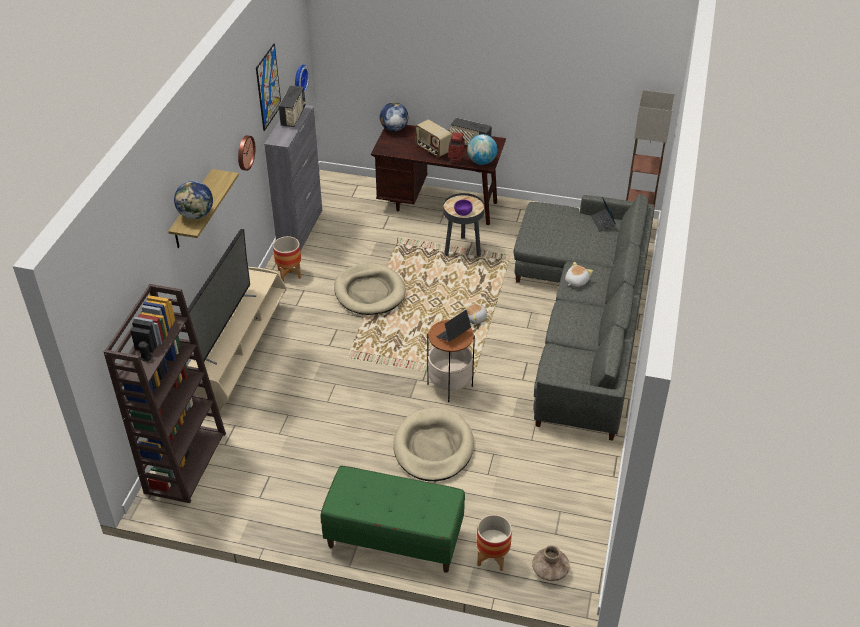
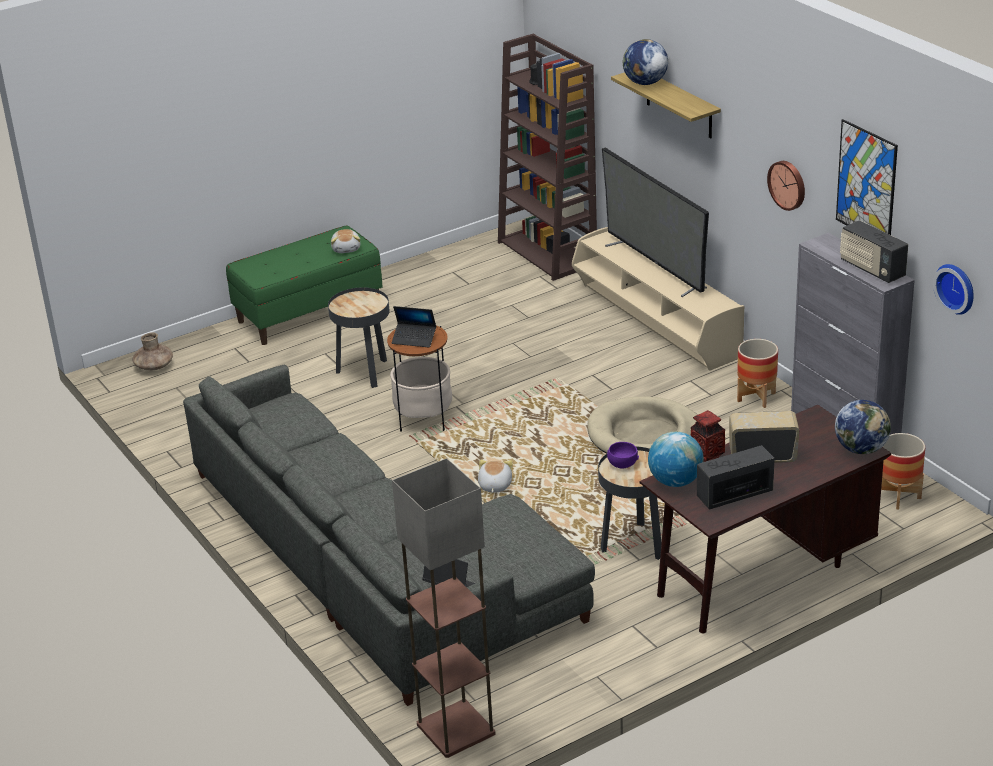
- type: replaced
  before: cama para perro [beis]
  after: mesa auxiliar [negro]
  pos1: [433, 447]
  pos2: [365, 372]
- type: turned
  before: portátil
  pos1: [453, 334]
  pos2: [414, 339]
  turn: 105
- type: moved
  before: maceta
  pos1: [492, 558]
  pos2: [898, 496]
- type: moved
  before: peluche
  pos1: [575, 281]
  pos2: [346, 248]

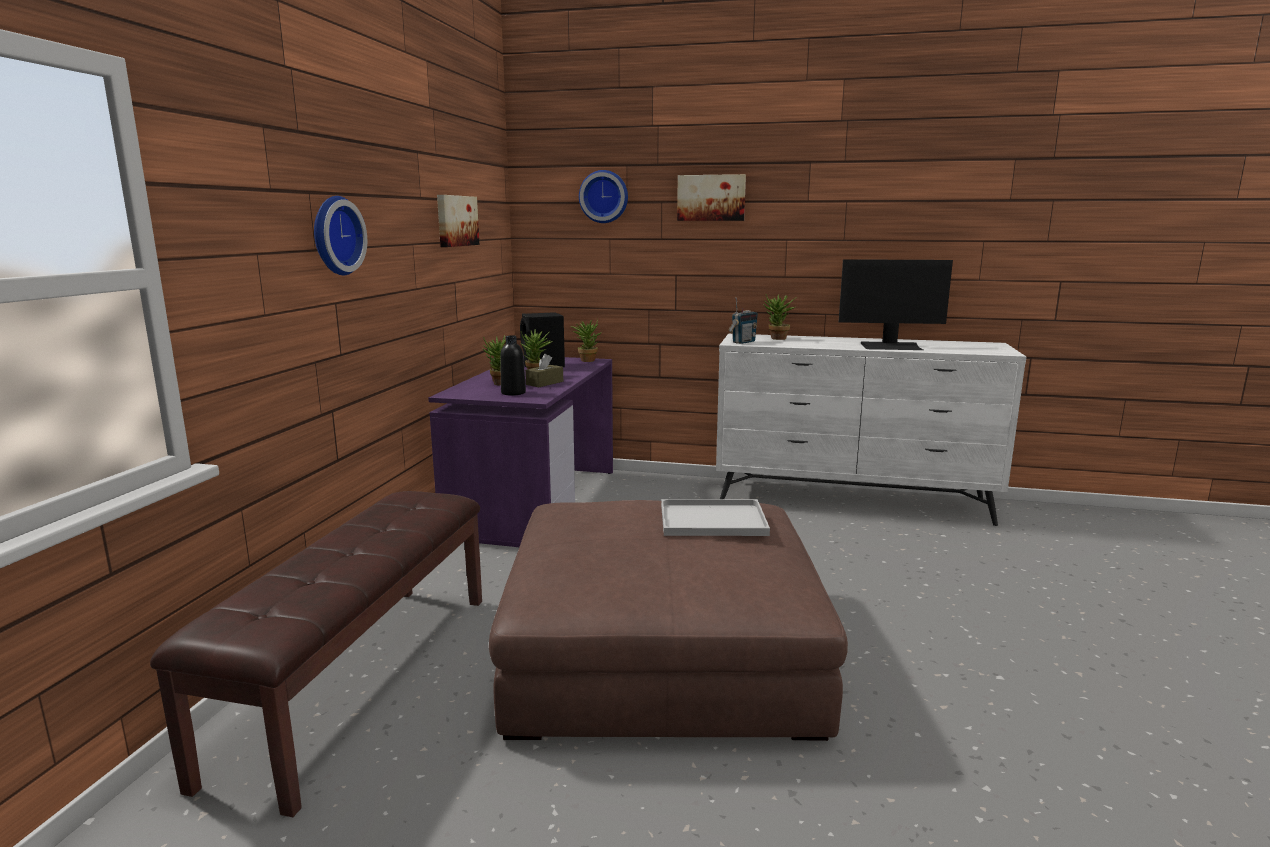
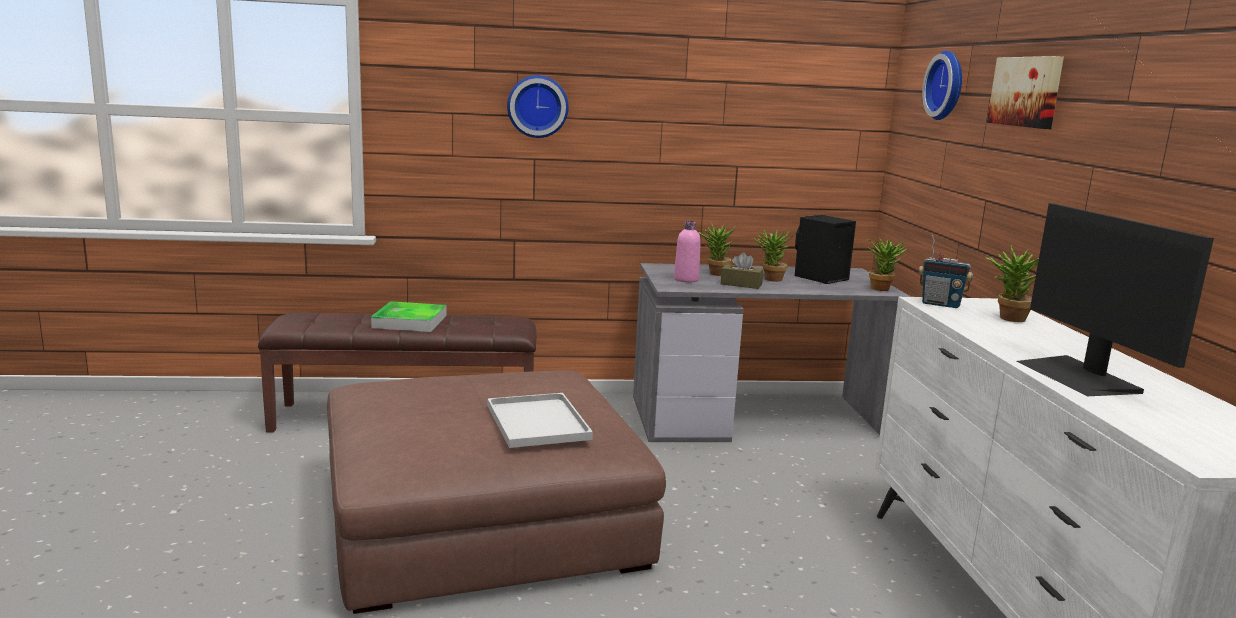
- type: recoloured
  before: escritorio [morado]
  after: escritorio [gris]
  pos1: [535, 501]
  pos2: [756, 417]
- type: removed
  before: cuadro
  pos1: [456, 221]
- type: recoloured
  before: botella [negro]
  after: botella [rosa]
  pos1: [513, 393]
  pos2: [686, 279]
- type: added
  after: bandeja
  pos2: [410, 321]

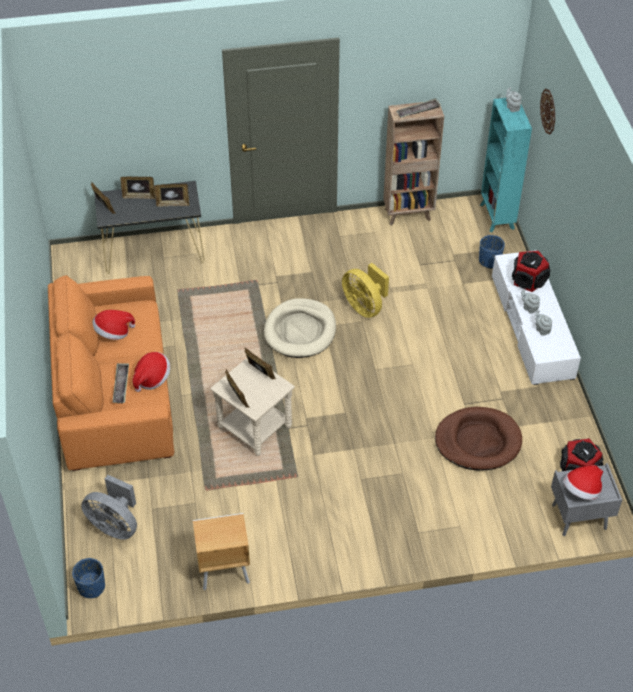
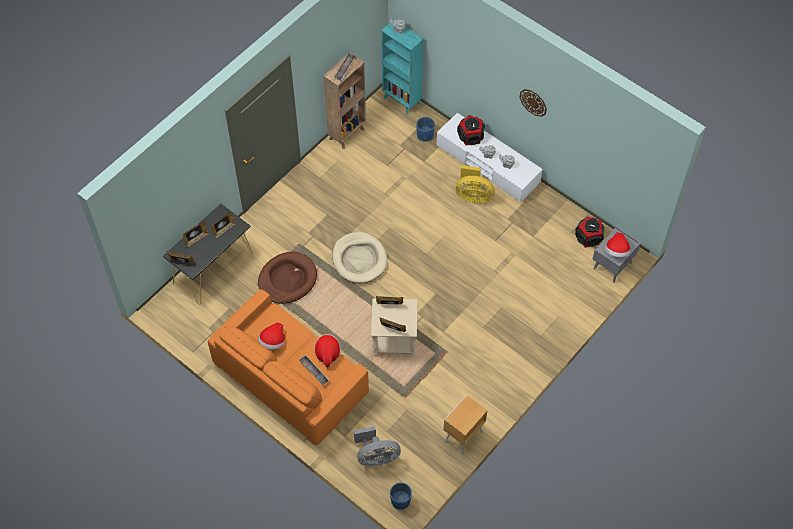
- type: moved
  before: ventilador [amarillo]
  pos1: [365, 306]
  pos2: [473, 196]
- type: moved
  before: cama para perro [marrón]
  pos1: [478, 441]
  pos2: [287, 279]
- type: moved
  before: reloj de pared
  pos1: [548, 111]
  pos2: [533, 102]

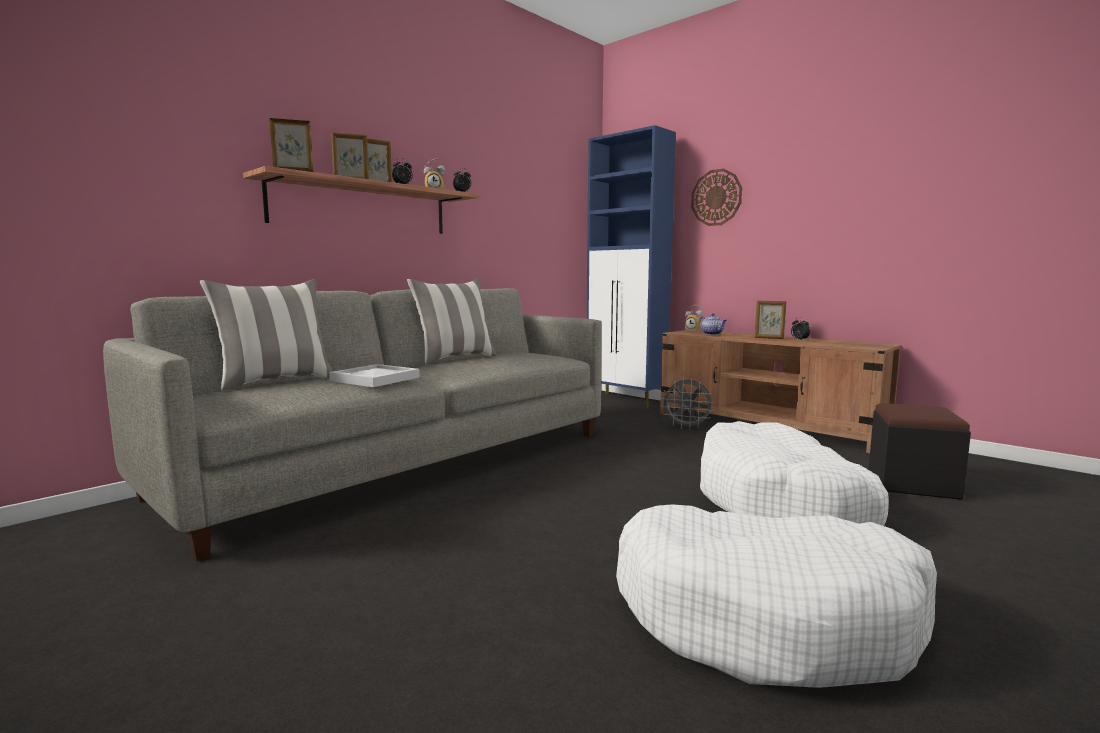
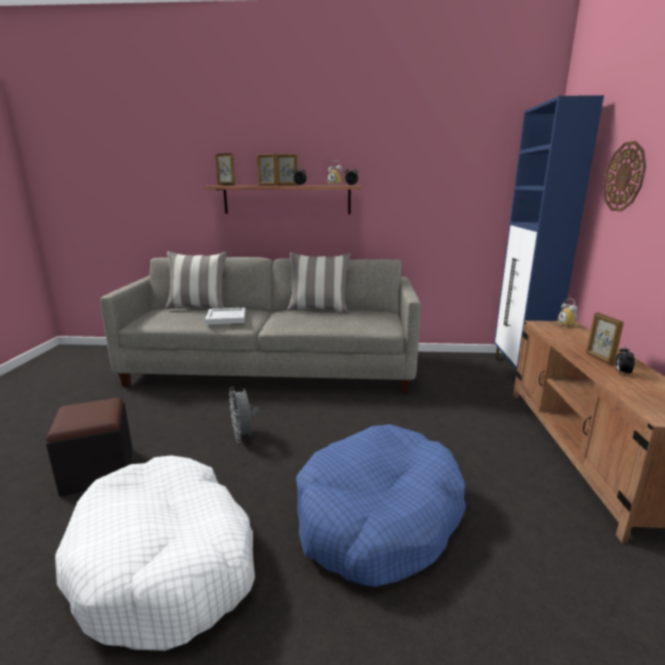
- type: moved
  before: ventilador [gris]
  pos1: [686, 427]
  pos2: [244, 437]
- type: removed
  before: tetera
  pos1: [712, 334]
- type: recoloured
  before: cama para perro [blanco]
  after: cama para perro [azul]
  pos1: [782, 503]
  pos2: [378, 517]
- type: moved
  before: puf [negro]
  pos1: [912, 483]
  pos2: [98, 471]

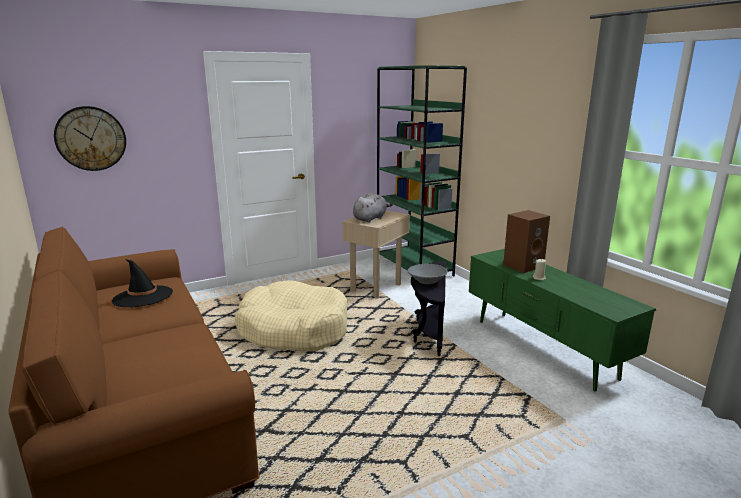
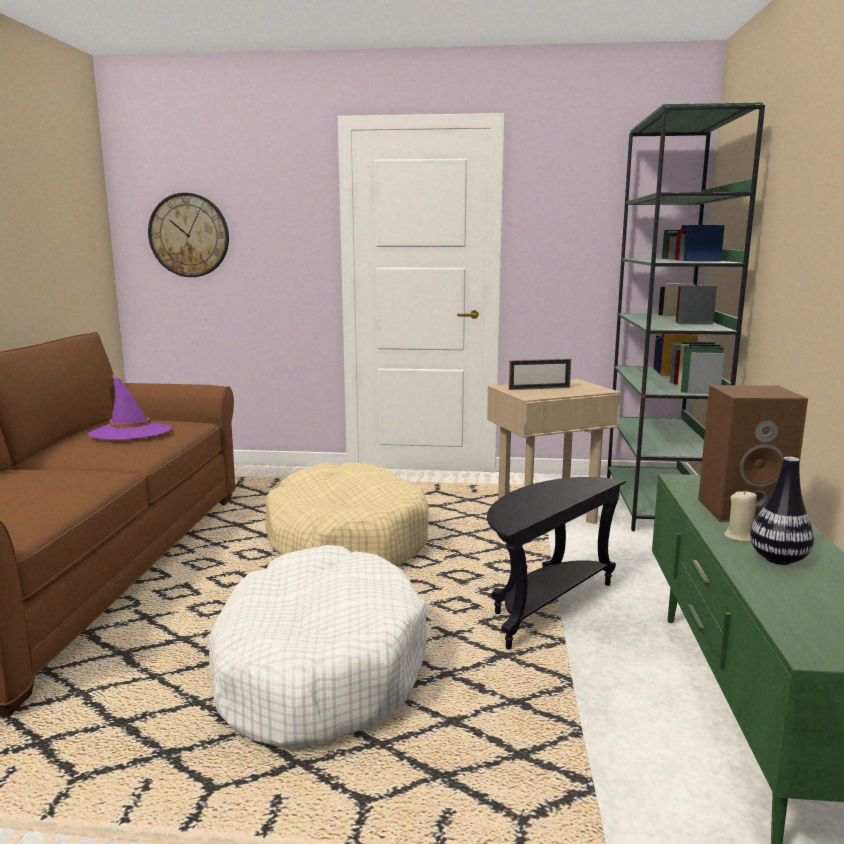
- type: recoloured
  before: sombrero [negro]
  after: sombrero [morado]
  pos1: [143, 297]
  pos2: [130, 432]
- type: replaced
  before: peluche [gris]
  after: portarretratos
  pos1: [370, 218]
  pos2: [539, 388]
- type: removed
  before: cuenco [gris]
  pos1: [427, 281]
- type: added
  after: cama para perro [blanco]
  pos2: [317, 668]
- type: added
  after: florero
  pos2: [778, 559]

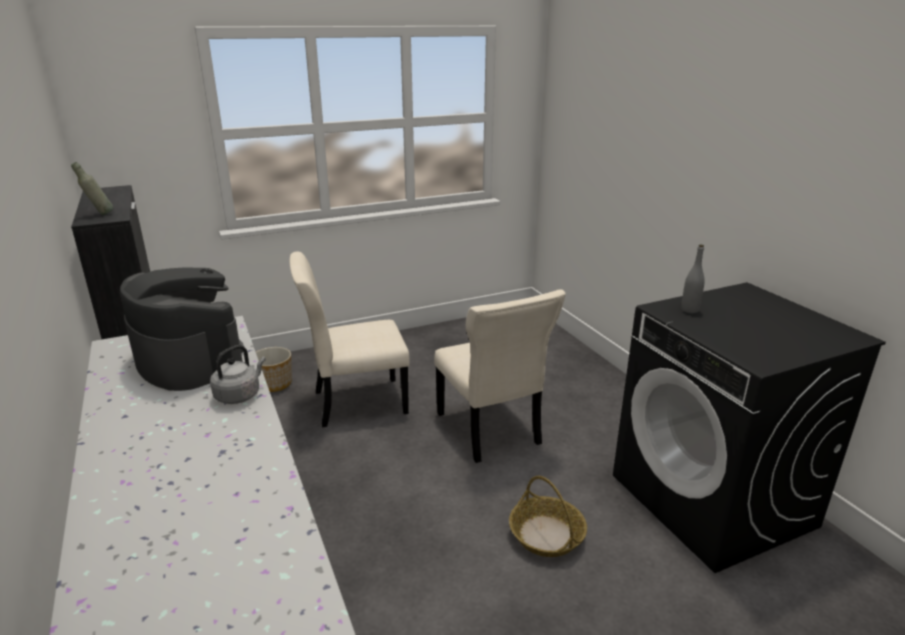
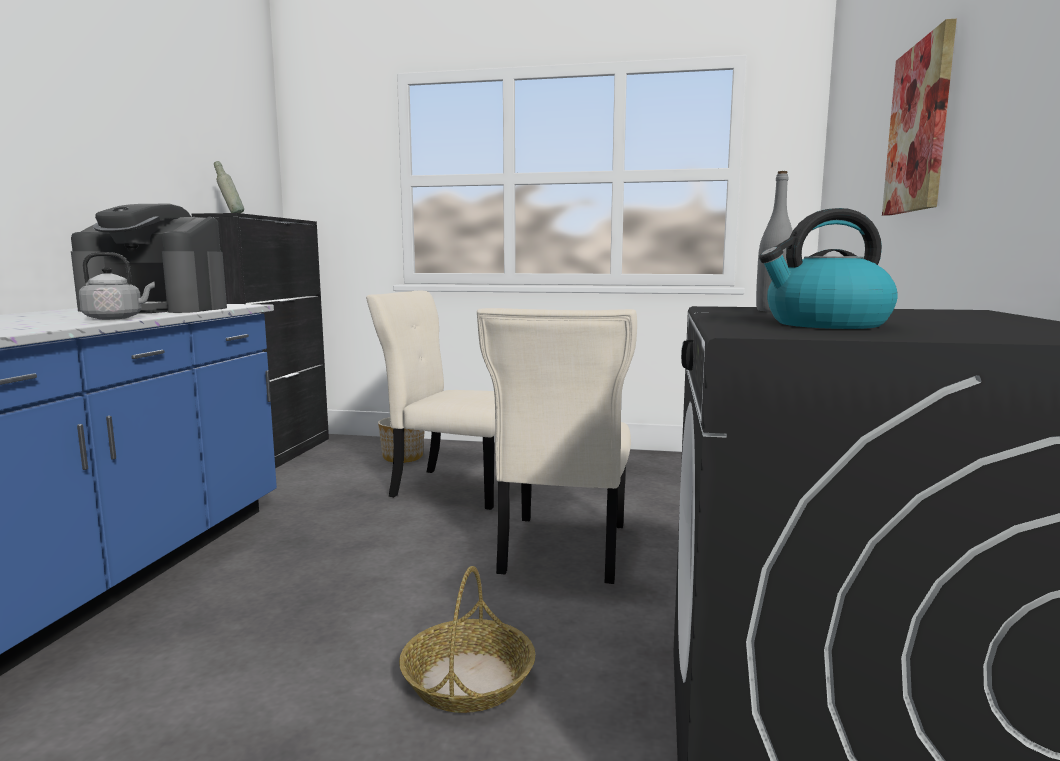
- type: turned
  before: cafetera
  pos1: [189, 359]
  pos2: [157, 309]
  turn: 105
- type: added
  after: hervidor
  pos2: [825, 324]
- type: added
  after: cuadro
  pos2: [919, 128]

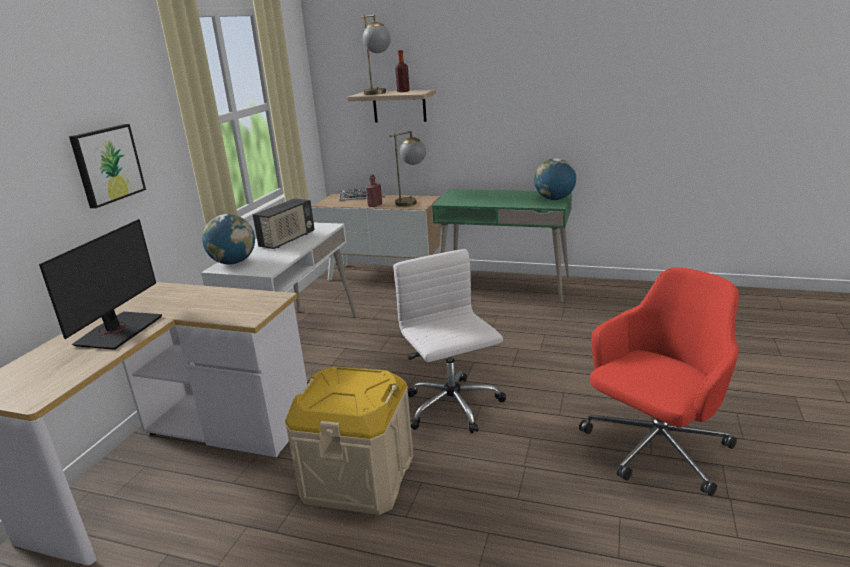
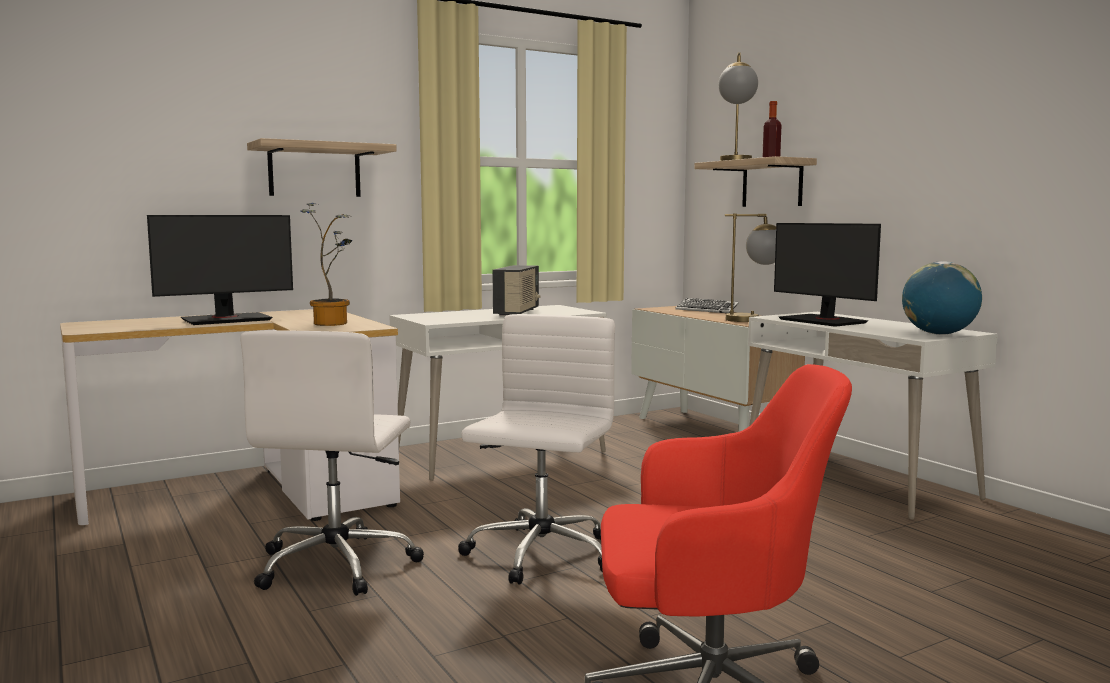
- type: replaced
  before: cuadro
  after: estante
  pos1: [107, 164]
  pos2: [314, 171]
- type: removed
  before: globo terráqueo
  pos1: [233, 262]
- type: turned
  before: radio
  pos1: [287, 240]
  pos2: [517, 312]
  turn: -60
- type: replaced
  before: caja de almacenaje [beis]
  after: silla de oficina [blanco]
  pos1: [358, 477]
  pos2: [337, 564]
- type: removed
  before: botella [rojo]
  pos1: [375, 205]
- type: recoloured
  before: escritorio [verde]
  after: escritorio [blanco]
  pos1: [504, 285]
  pos2: [856, 479]
- type: added
  after: planta en maceta
  pos2: [333, 323]
- type: added
  after: monitor
  pos2: [823, 321]

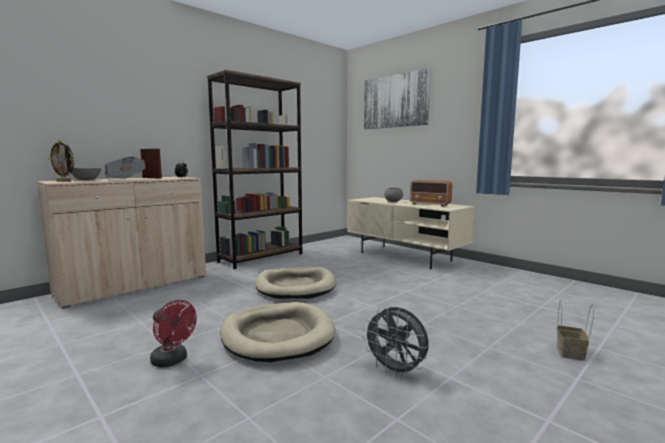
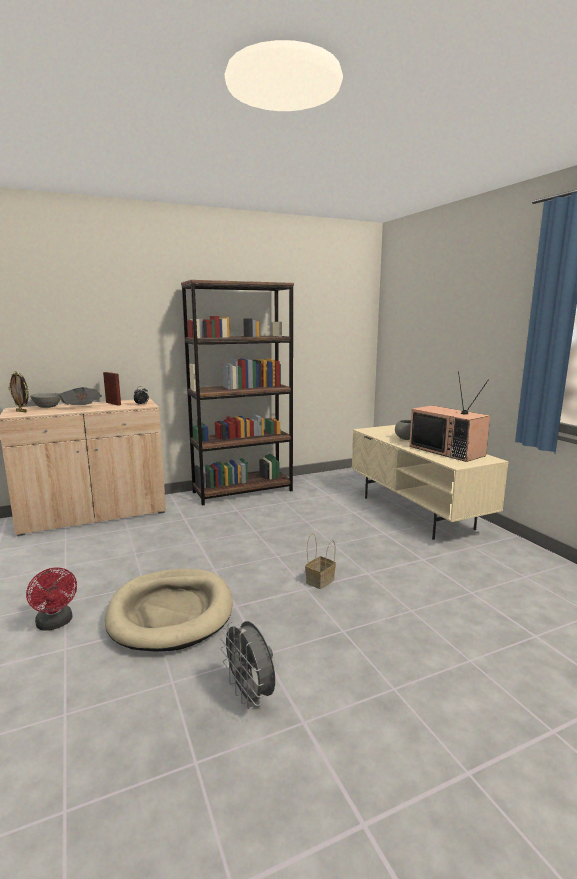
- type: removed
  before: cama para perro [beis]
  pos1: [296, 286]
- type: removed
  before: cuadro
  pos1: [395, 101]
- type: replaced
  before: radio
  after: televisor
  pos1: [430, 204]
  pos2: [448, 451]
- type: moved
  before: cesta
  pos1: [571, 353]
  pos2: [320, 581]

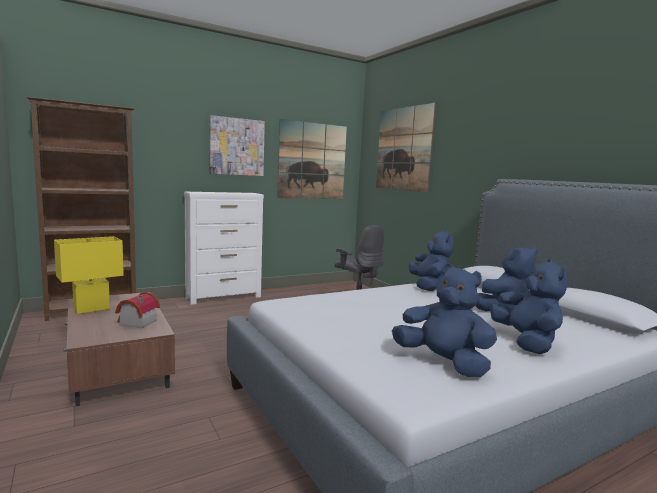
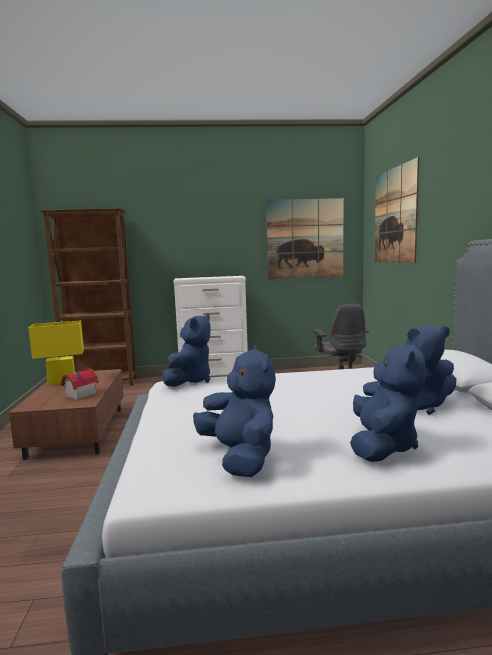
- type: removed
  before: cuadro
  pos1: [237, 147]
- type: moved
  before: peluche [azul]
  pos1: [428, 286]
  pos2: [190, 381]

